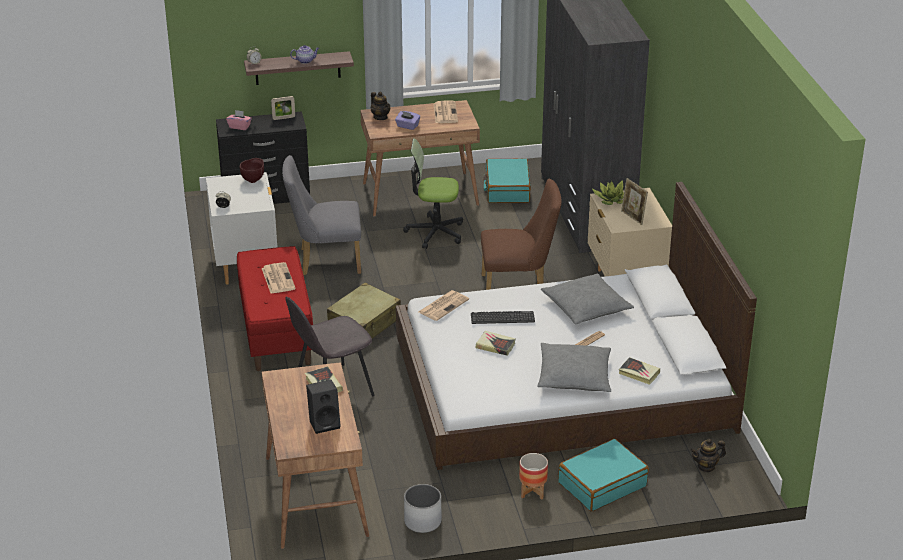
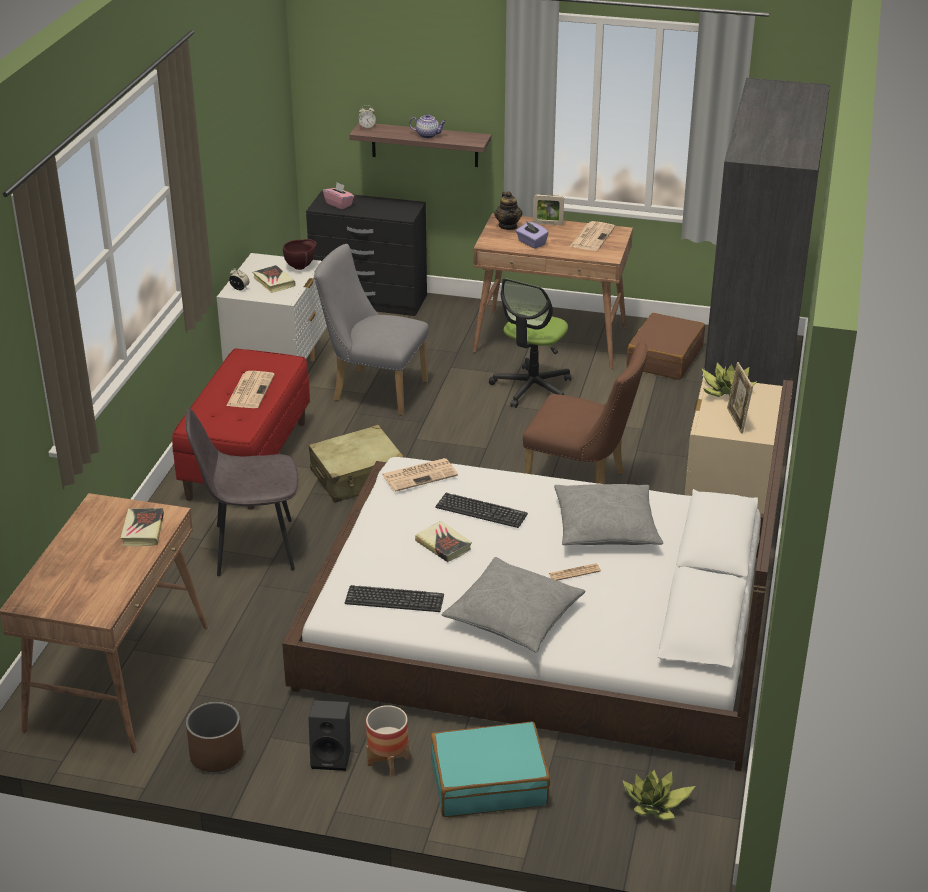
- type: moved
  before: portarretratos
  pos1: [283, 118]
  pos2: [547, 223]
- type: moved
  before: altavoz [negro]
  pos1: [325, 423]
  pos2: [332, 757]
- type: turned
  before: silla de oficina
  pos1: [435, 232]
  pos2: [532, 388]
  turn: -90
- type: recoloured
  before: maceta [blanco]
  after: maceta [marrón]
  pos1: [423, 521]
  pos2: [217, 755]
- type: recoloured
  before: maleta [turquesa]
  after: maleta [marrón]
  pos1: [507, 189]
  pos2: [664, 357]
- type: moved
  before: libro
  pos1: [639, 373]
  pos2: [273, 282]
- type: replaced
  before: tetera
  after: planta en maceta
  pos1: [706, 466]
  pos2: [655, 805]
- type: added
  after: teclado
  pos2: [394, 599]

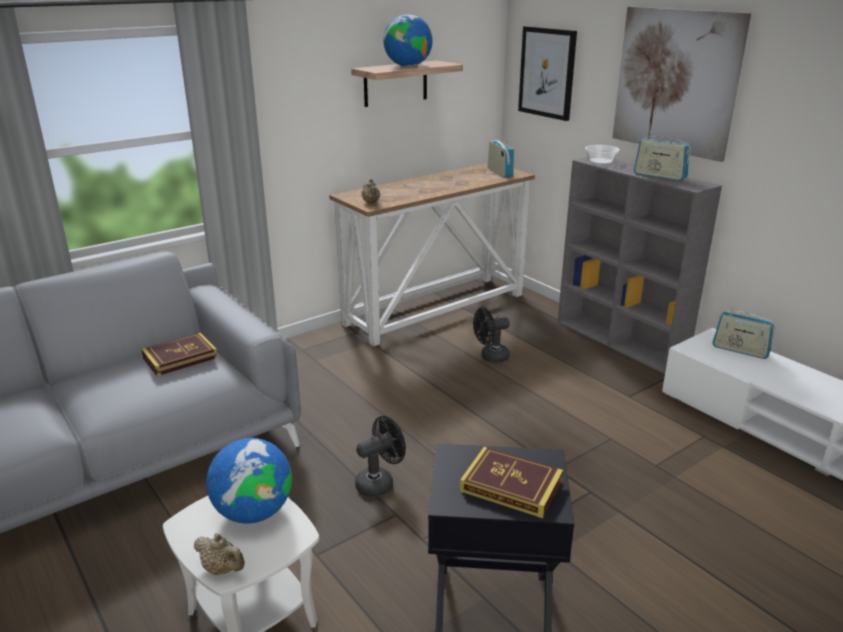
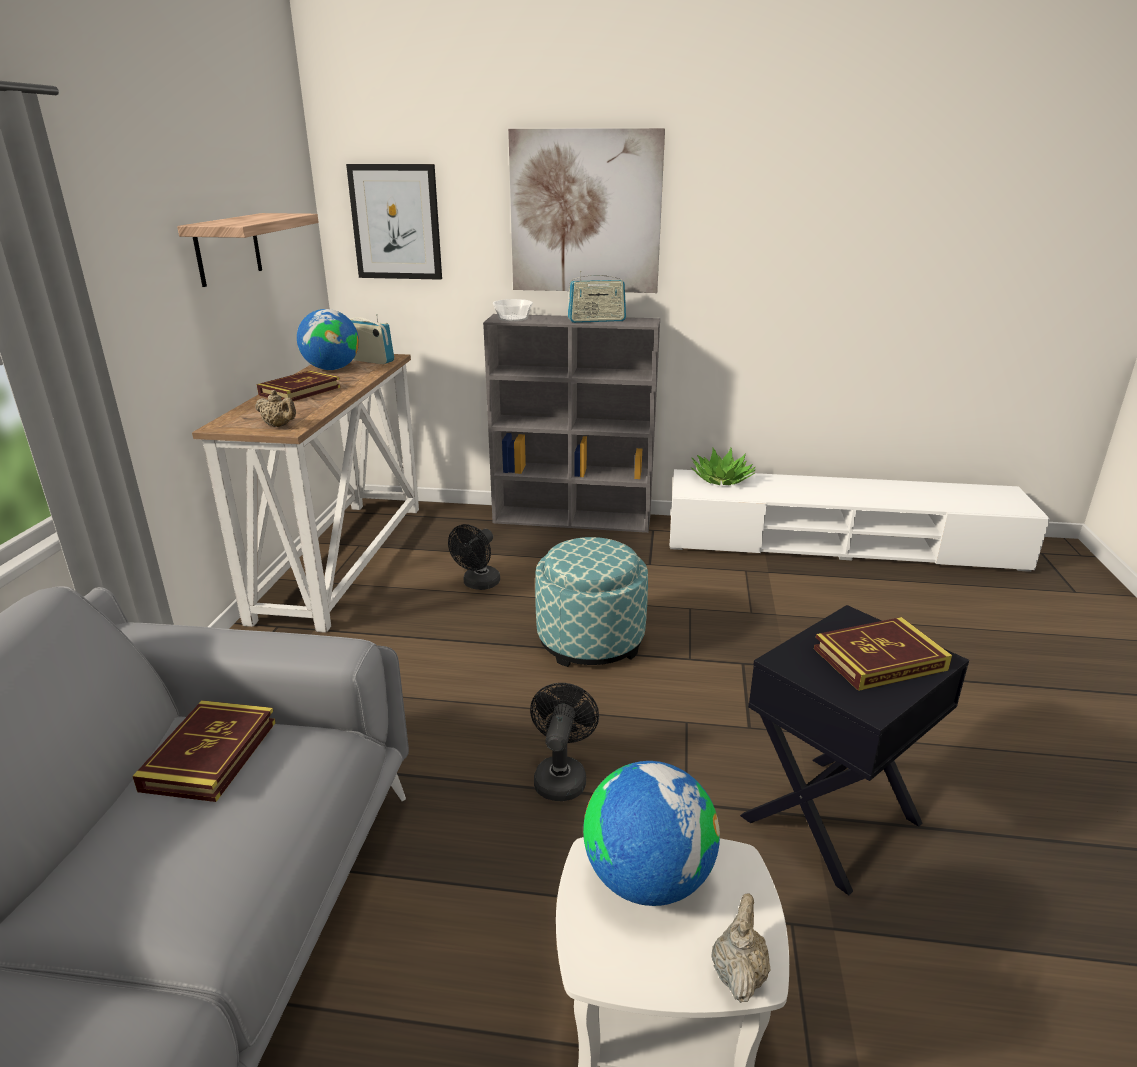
- type: turned
  before: tetera [beis]
  pos1: [222, 569]
  pos2: [738, 972]
  turn: -60
- type: moved
  before: globo terráqueo
  pos1: [407, 66]
  pos2: [331, 369]
- type: replaced
  before: radio
  after: planta en maceta
  pos1: [740, 350]
  pos2: [721, 479]
- type: added
  after: libro
  pos2: [300, 391]
- type: added
  after: puf
  pos2: [590, 640]

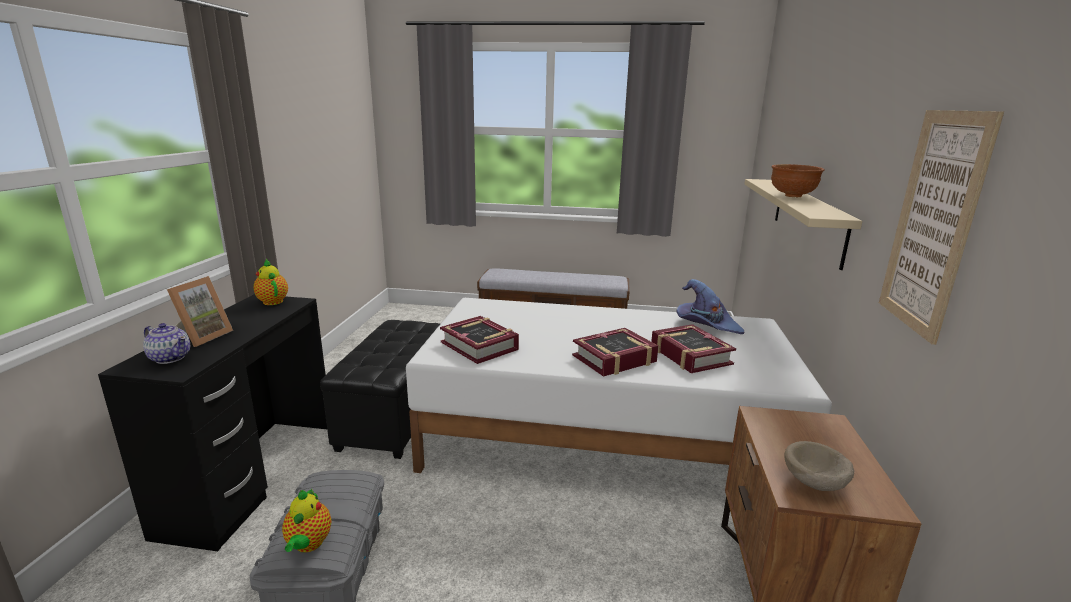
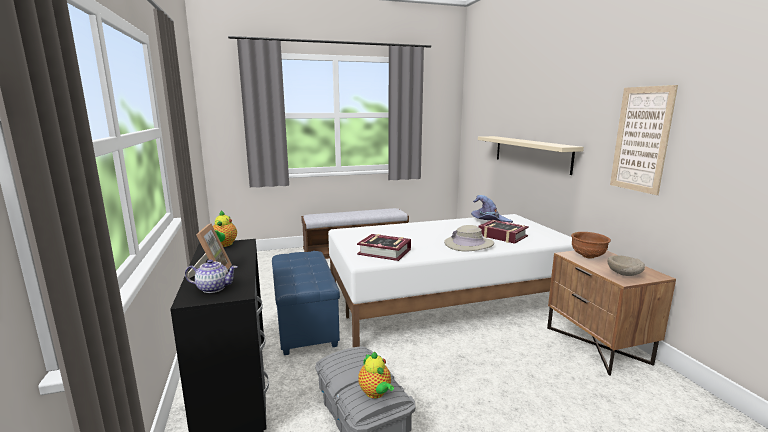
- type: turned
  before: tetera
  pos1: [272, 301]
  pos2: [224, 245]
  turn: -120
- type: recoloured
  before: puf [negro]
  after: puf [azul]
  pos1: [397, 417]
  pos2: [306, 323]
- type: replaced
  before: libro
  after: sombrero [beis]
  pos1: [614, 359]
  pos2: [468, 244]
- type: moved
  before: cuenco [marrón]
  pos1: [792, 196]
  pos2: [588, 256]

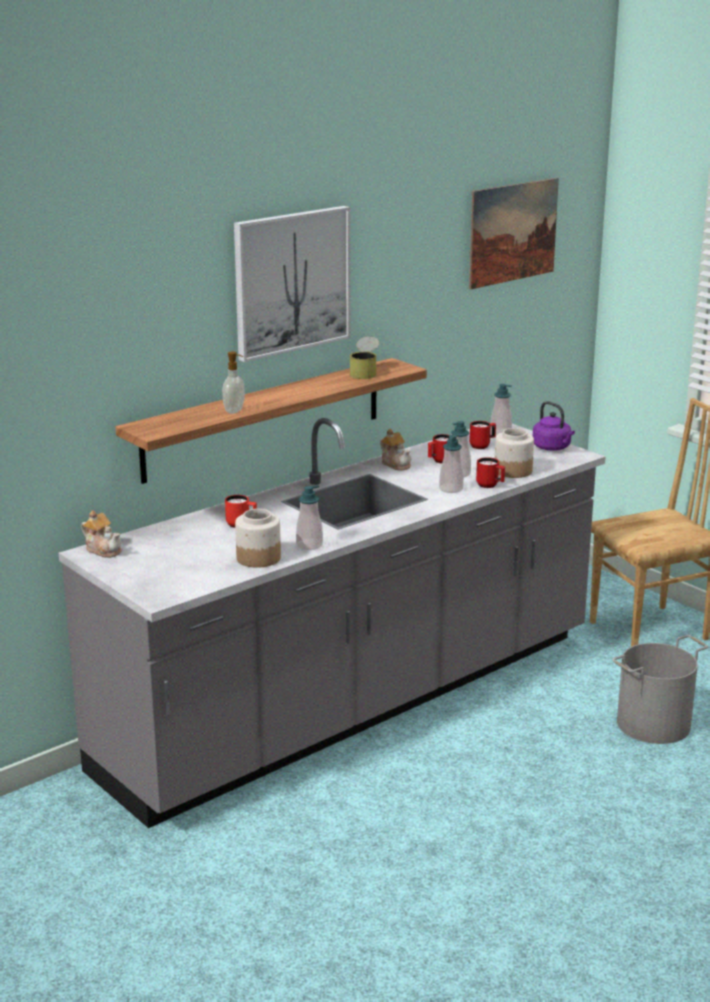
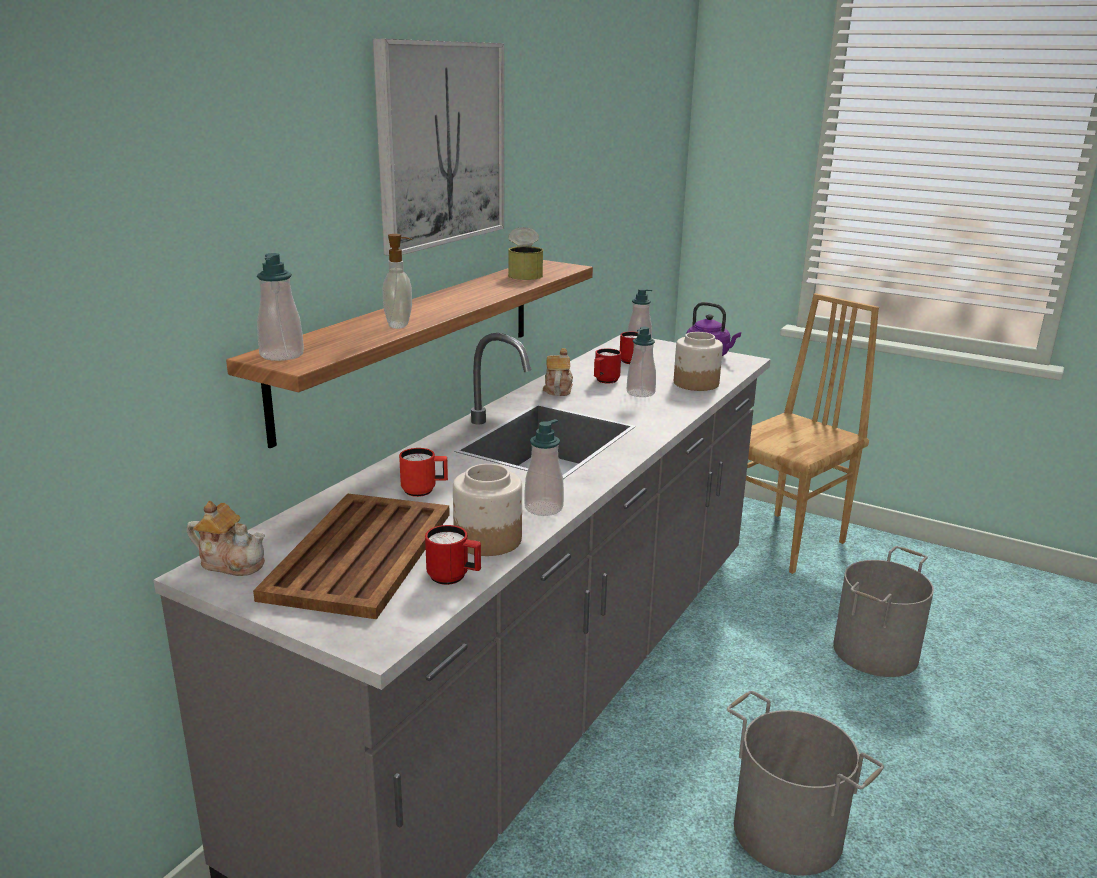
- type: turned
  before: tetera
  pos1: [396, 464]
  pos2: [558, 389]
  turn: -120
- type: moved
  before: dispensador de jabón
  pos1: [451, 489]
  pos2: [282, 355]
- type: removed
  before: cuadro
  pos1: [513, 232]
- type: moved
  before: taza grande [rojo]
  pos1: [490, 486]
  pos2: [454, 578]
- type: added
  after: bandeja [marrón]
  pos2: [362, 553]
- type: added
  after: cubo [gris]
  pos2: [788, 830]

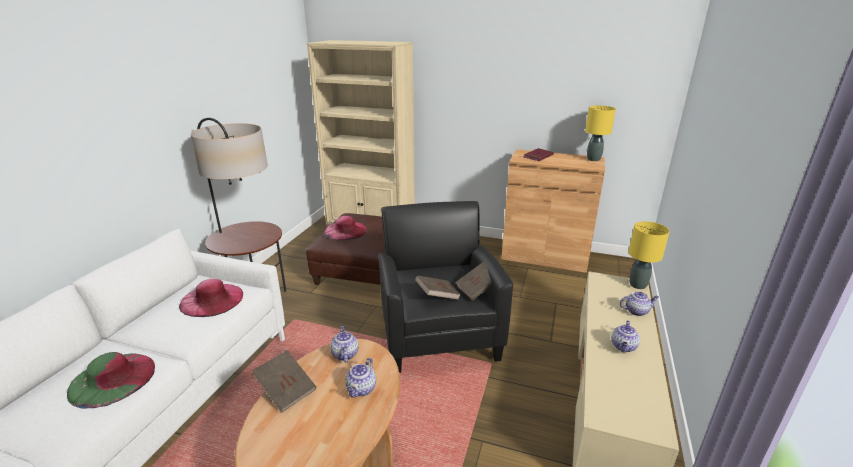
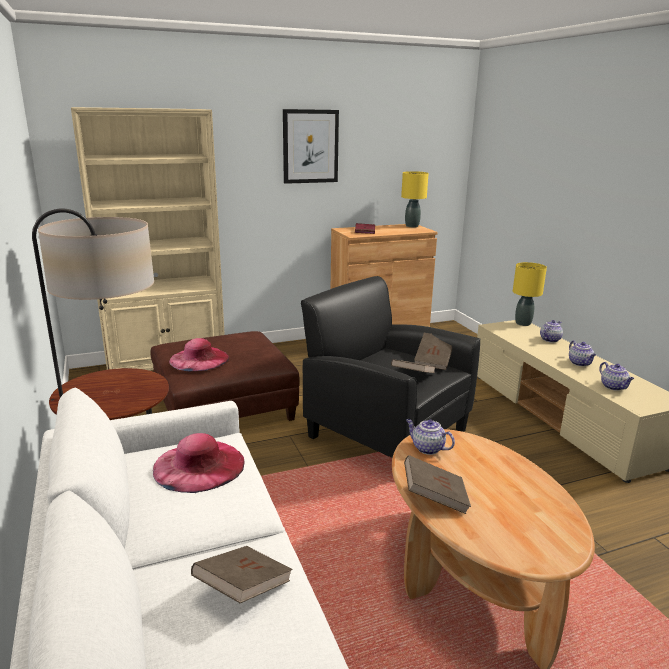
- type: replaced
  before: sombrero [verde]
  after: libro [marrón]
  pos1: [112, 379]
  pos2: [243, 589]
- type: moved
  before: tetera
  pos1: [361, 389]
  pos2: [614, 387]
- type: added
  after: cuadro
  pos2: [310, 146]

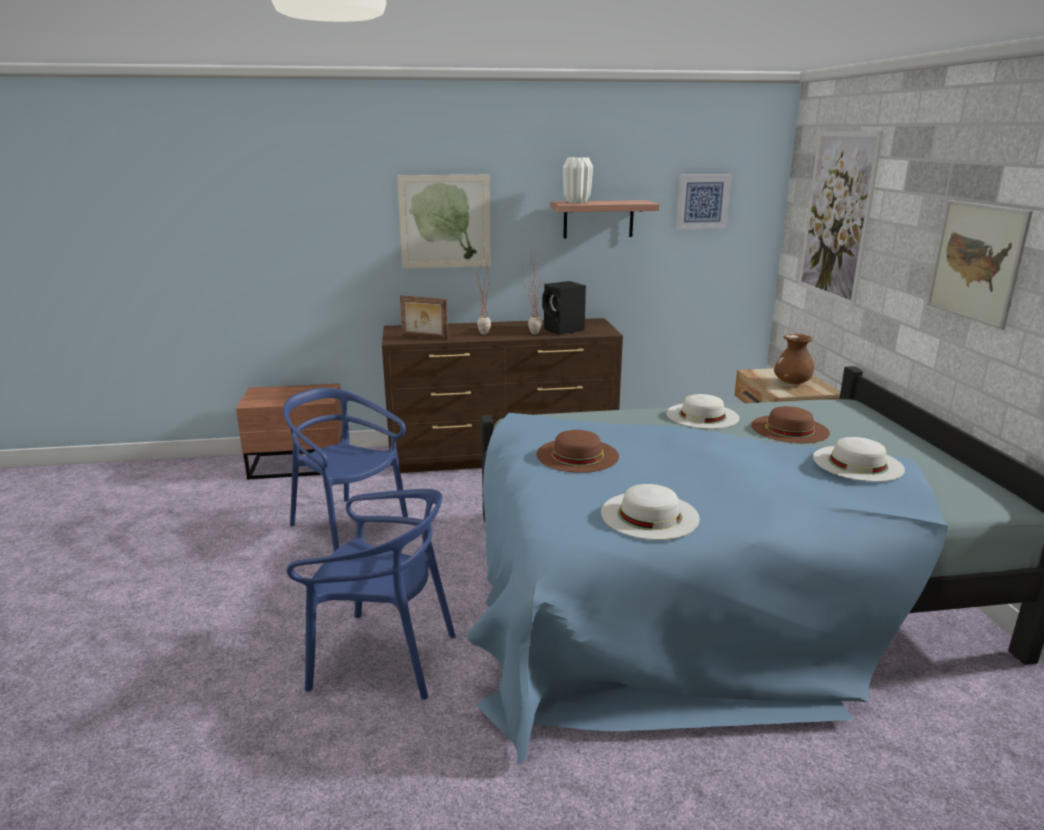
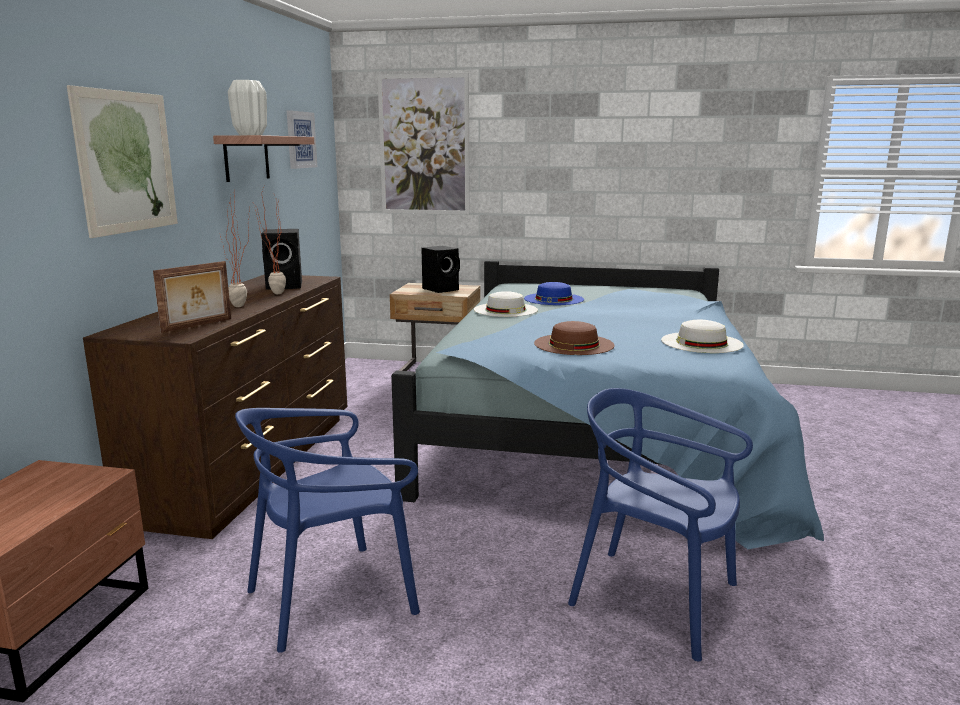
- type: turned
  before: silla [azul]
  pos1: [383, 658]
  pos2: [654, 599]
  turn: -90
- type: recoloured
  before: sombrero [marrón]
  after: sombrero [azul]
  pos1: [789, 429]
  pos2: [554, 299]
- type: replaced
  before: florero [marrón]
  after: altavoz [negro]
  pos1: [792, 383]
  pos2: [441, 289]
- type: removed
  before: sombrero [blanco]
  pos1: [857, 463]
- type: removed
  before: cuadro
  pos1: [976, 262]

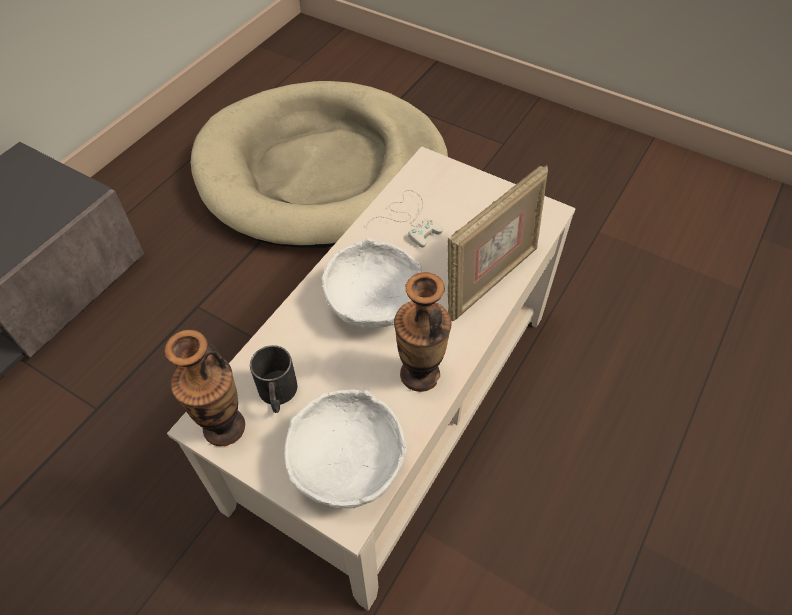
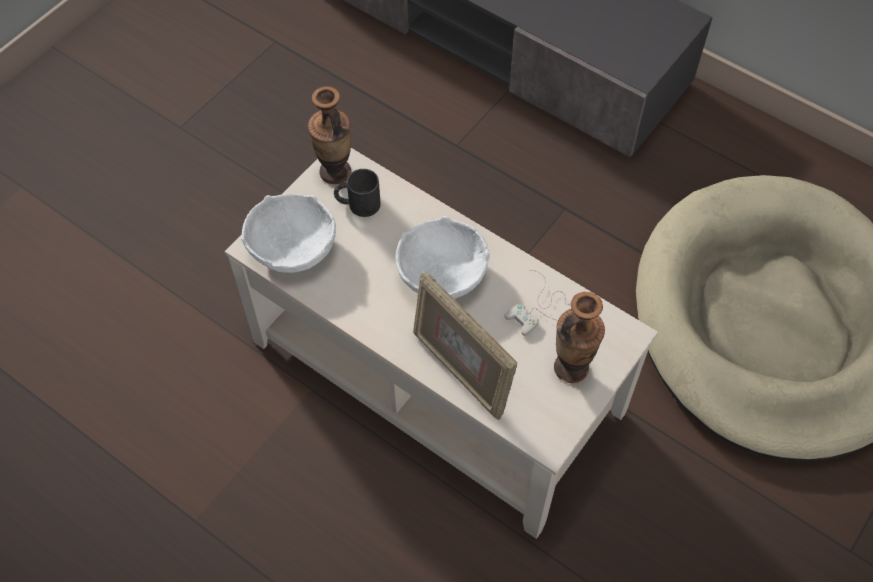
- type: moved
  before: florero
  pos1: [419, 374]
  pos2: [571, 367]

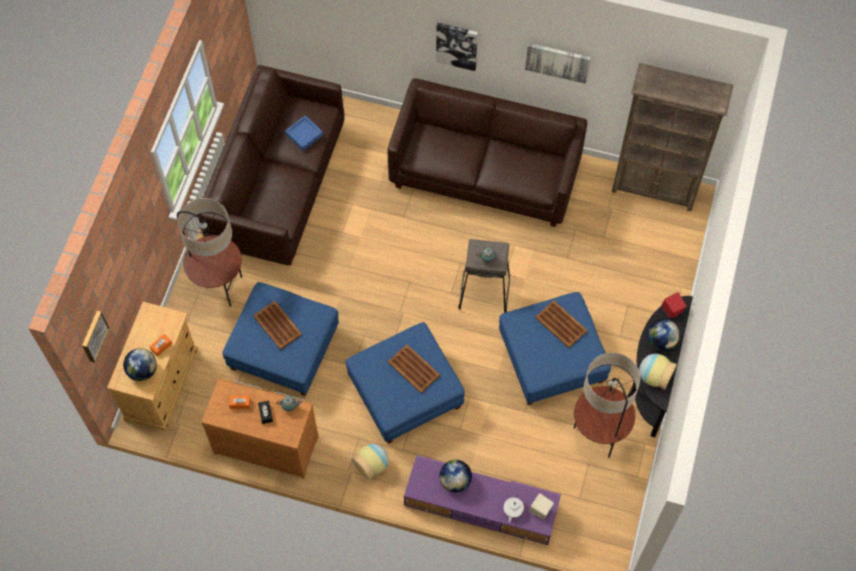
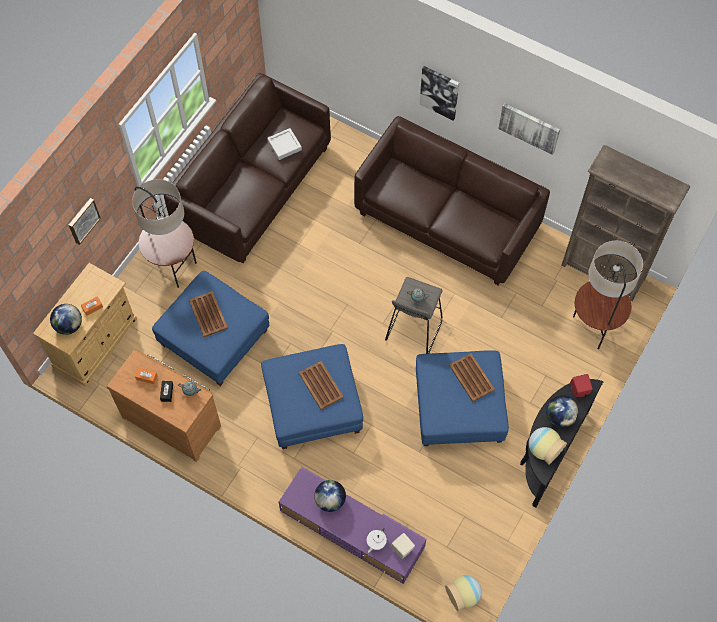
- type: moved
  before: cuadro
  pos1: [93, 336]
  pos2: [83, 220]
- type: recoloured
  before: bandeja [azul]
  after: bandeja [gris]
  pos1: [304, 134]
  pos2: [284, 145]
- type: moved
  before: florero
  pos1: [372, 465]
  pos2: [464, 595]
- type: moved
  before: lámpara de pie
  pos1: [598, 436]
  pos2: [593, 329]

